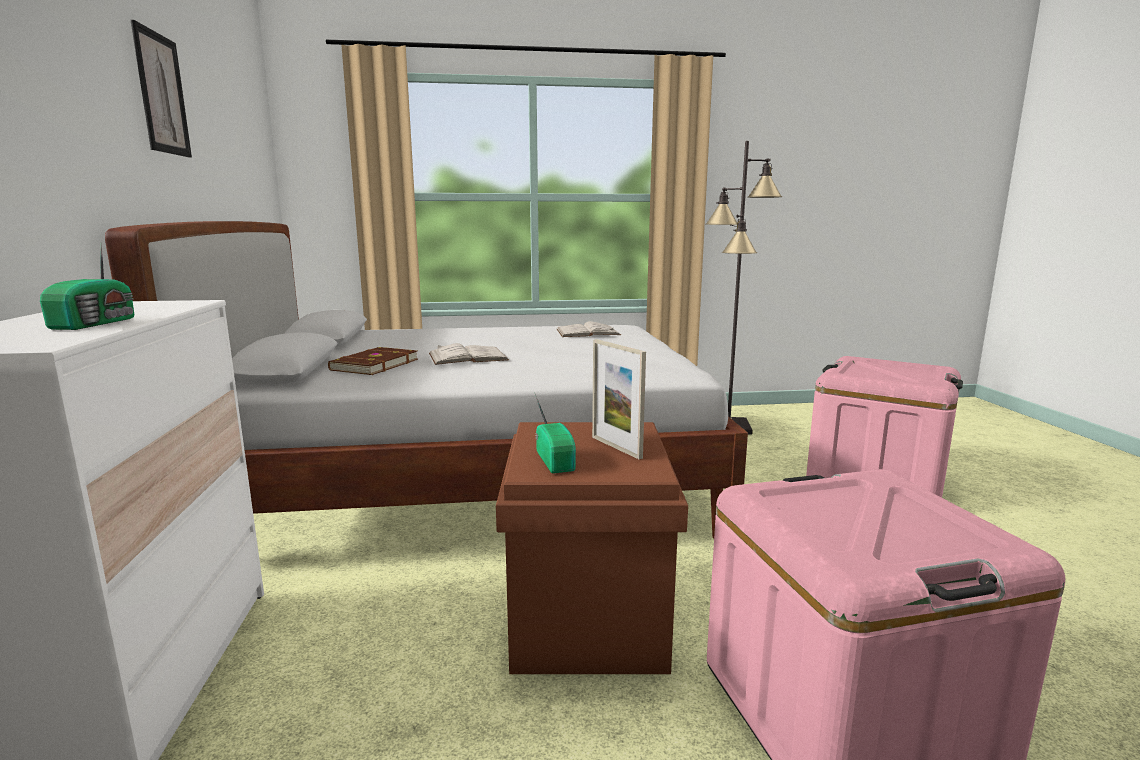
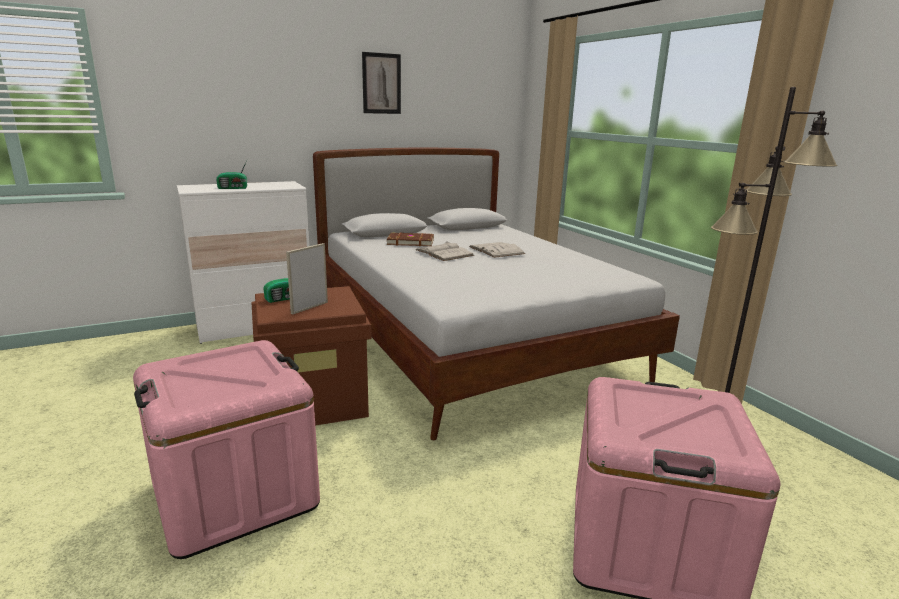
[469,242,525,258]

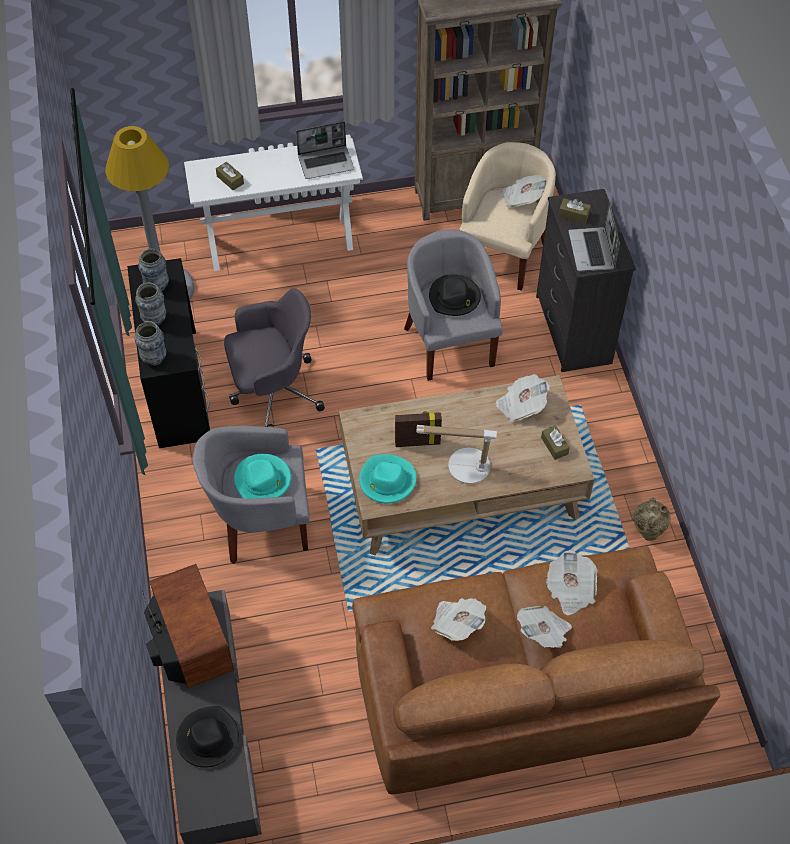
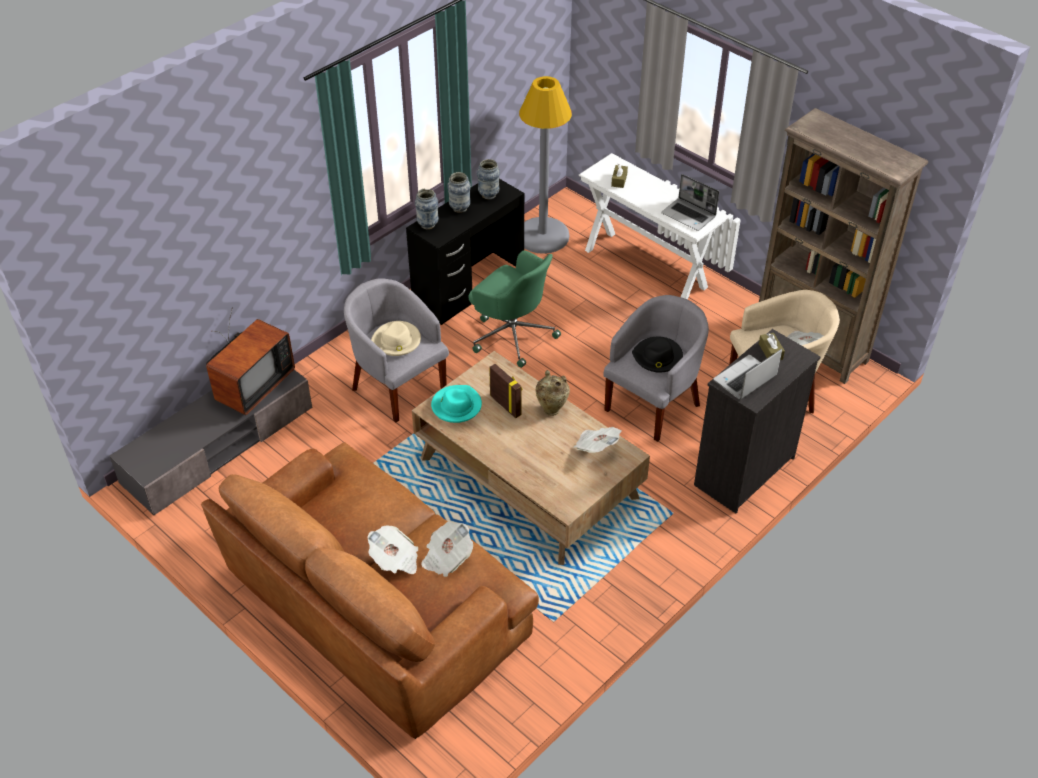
[176,706,239,768] (first image)
[468,250,561,368]
[371,321,421,356]
[416,425,497,484] (first image)
[431,598,487,641] (first image)
[541,426,570,460] (first image)
[536,370,570,416]

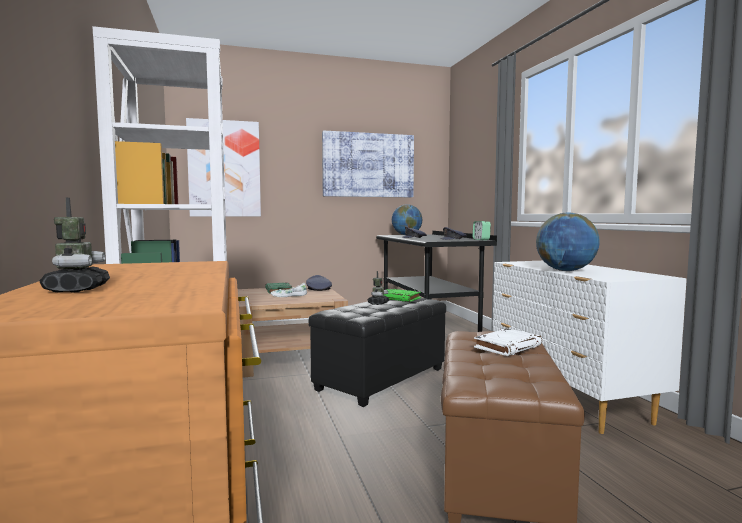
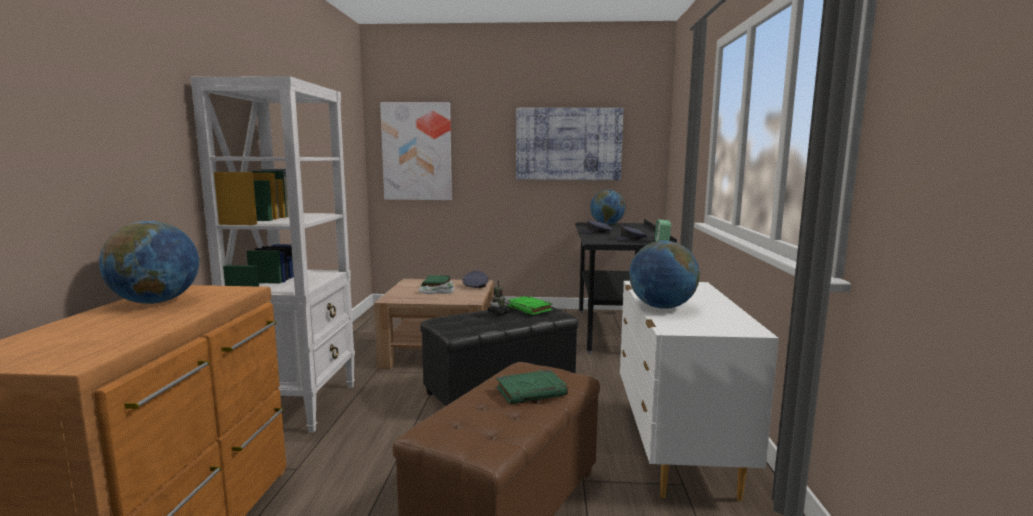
[40,198,110,293] (first image)
[496,370,568,404]
[99,221,199,304]

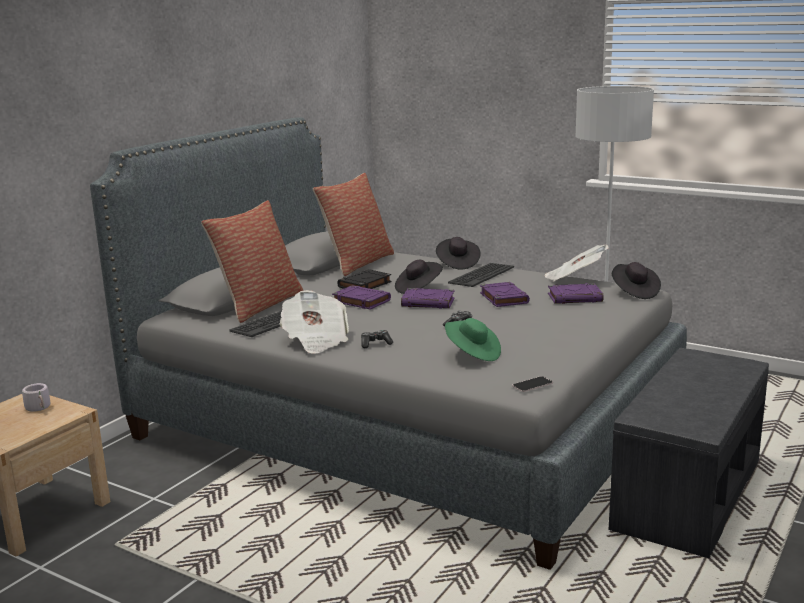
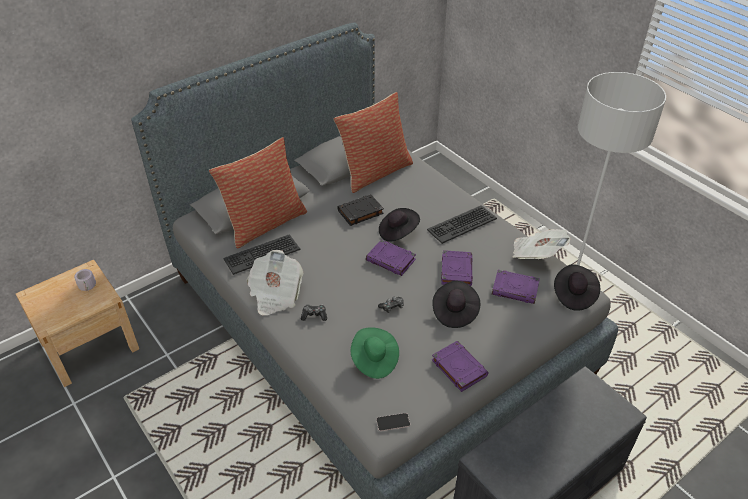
[432,341,489,392]
[432,281,480,328]

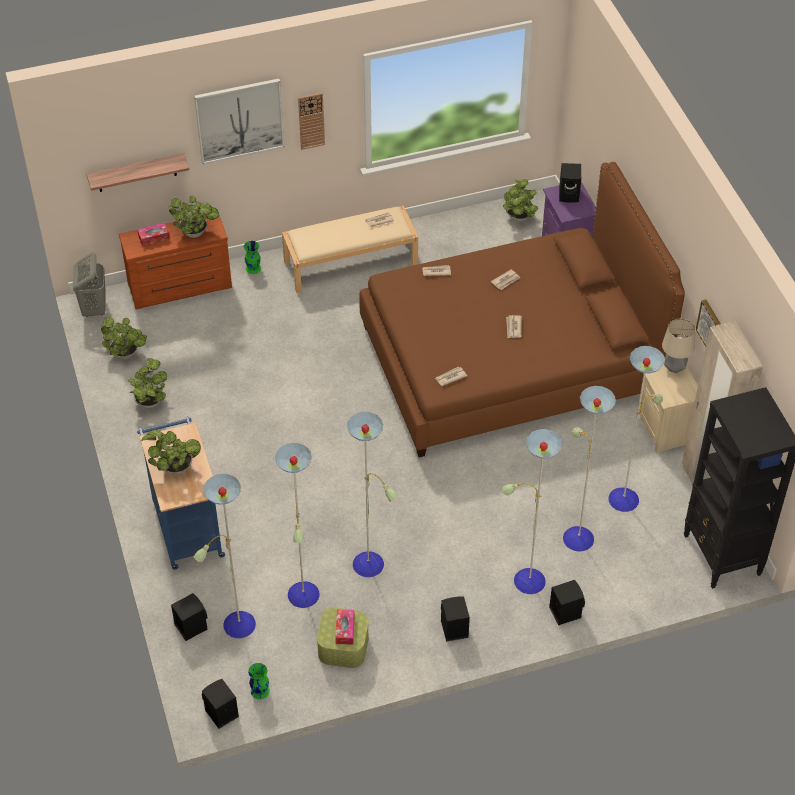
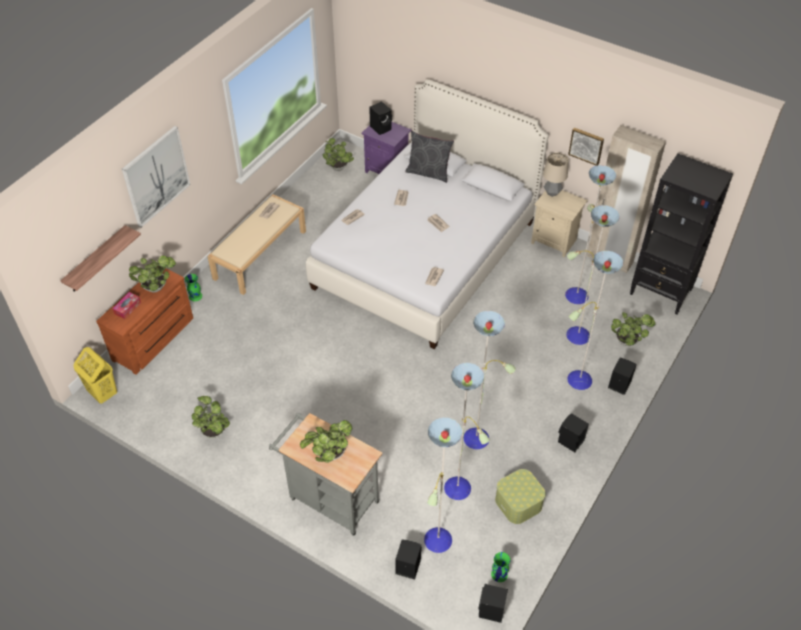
[74,347,117,404]
[611,312,655,346]
[269,413,383,536]
[298,93,325,150] (first image)
[335,610,355,644] (first image)
[306,79,549,349]
[405,131,454,183]

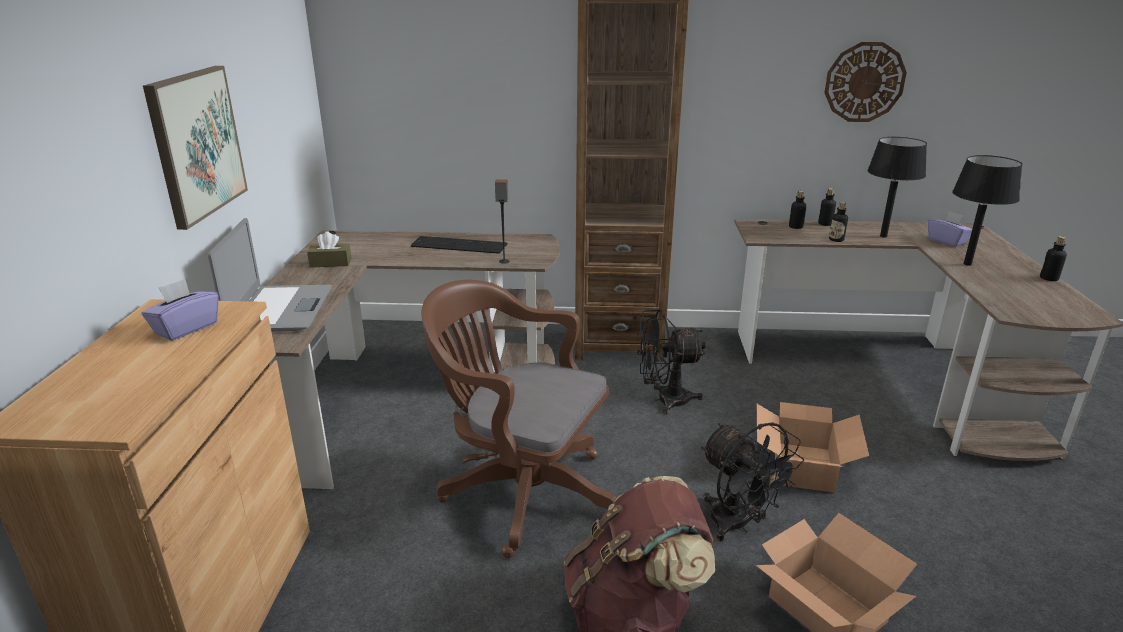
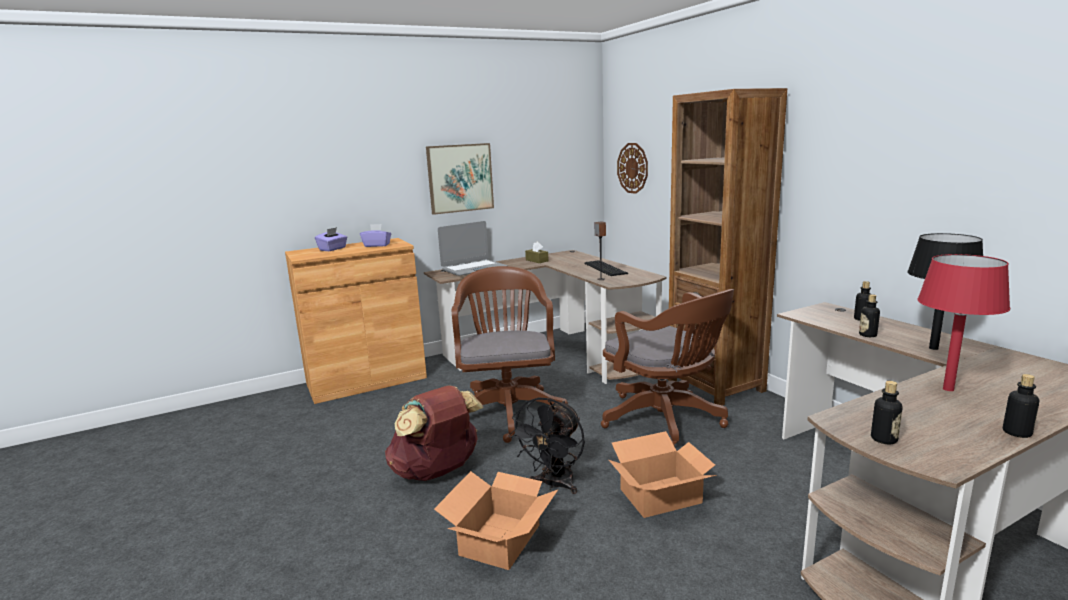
[601,289,734,447]
[871,381,902,444]
[617,143,648,194]
[315,227,347,251]
[918,254,1010,391]

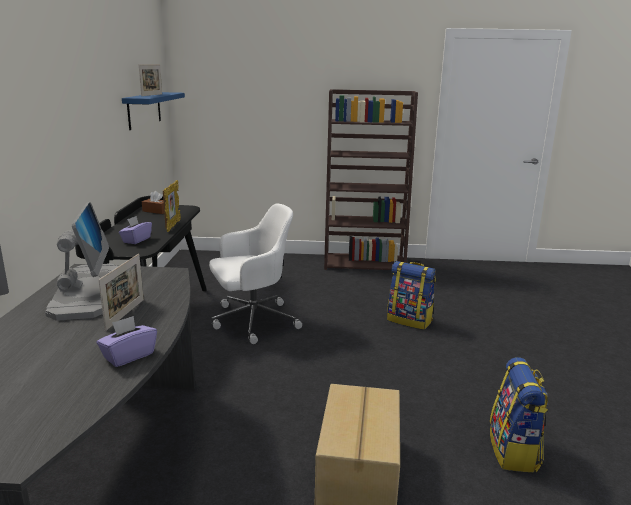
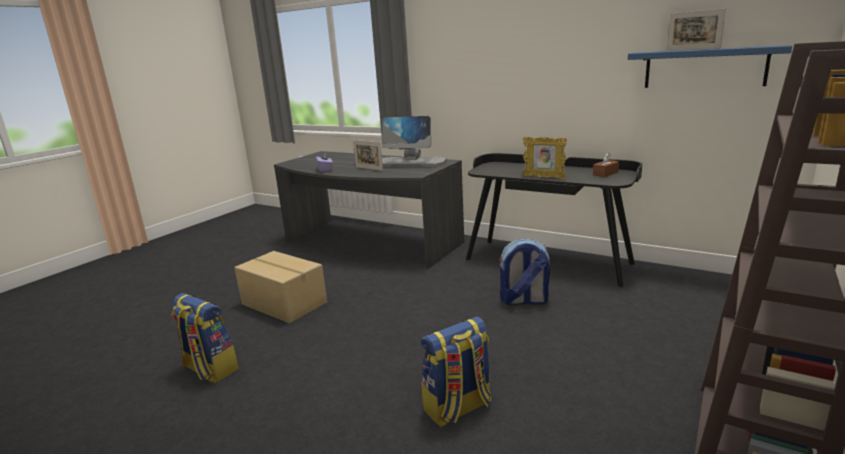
[119,216,152,244] (first image)
[499,238,550,305]

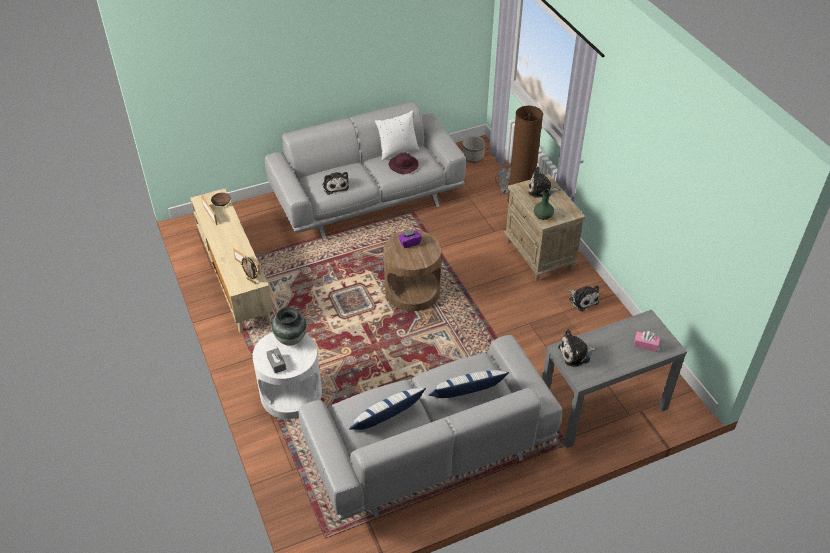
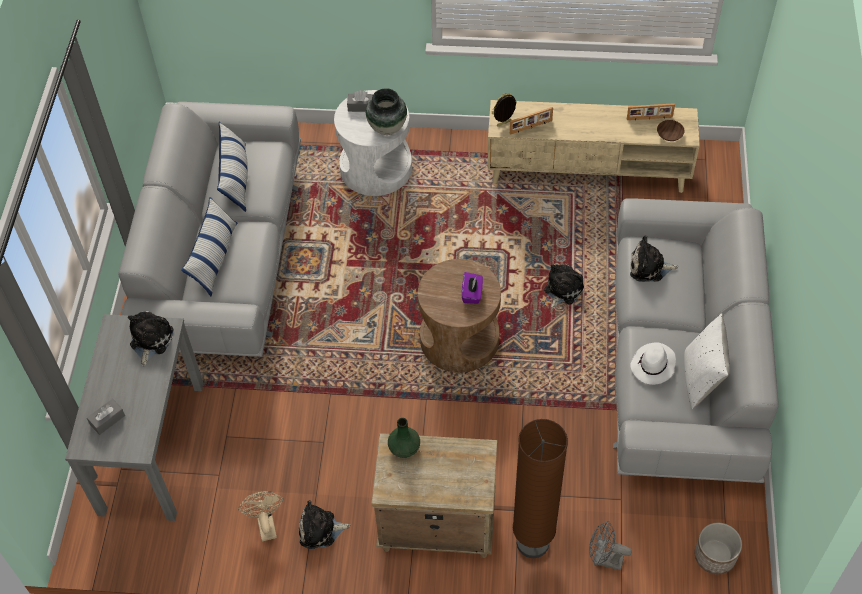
[630,342,676,385]
[544,264,584,309]
[87,399,125,435]
[238,491,283,541]

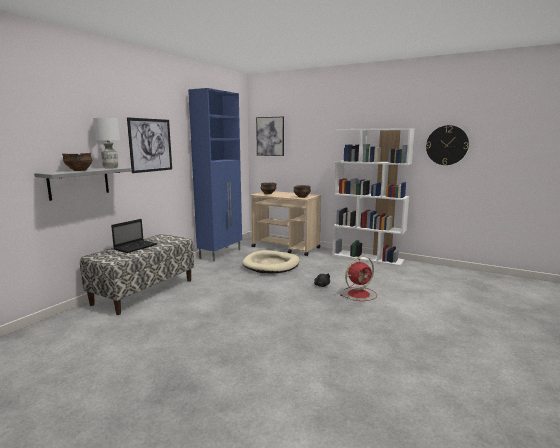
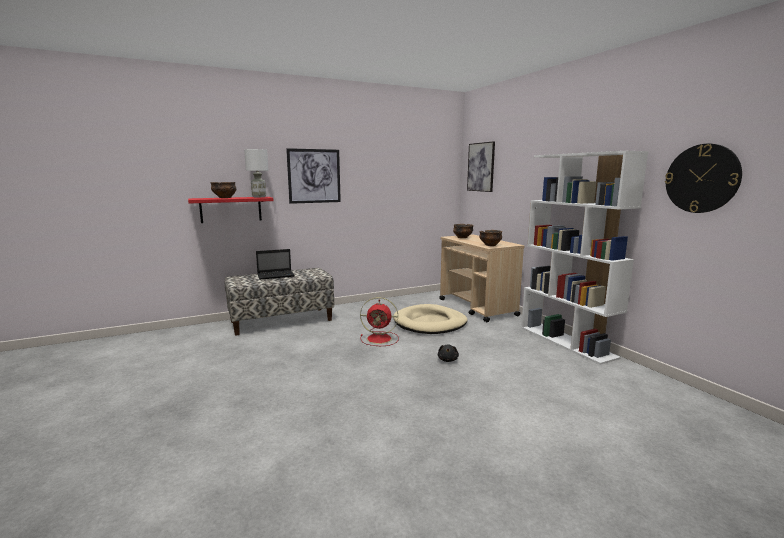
[188,197,273,223]
[188,88,242,262] (first image)
[360,297,399,346]

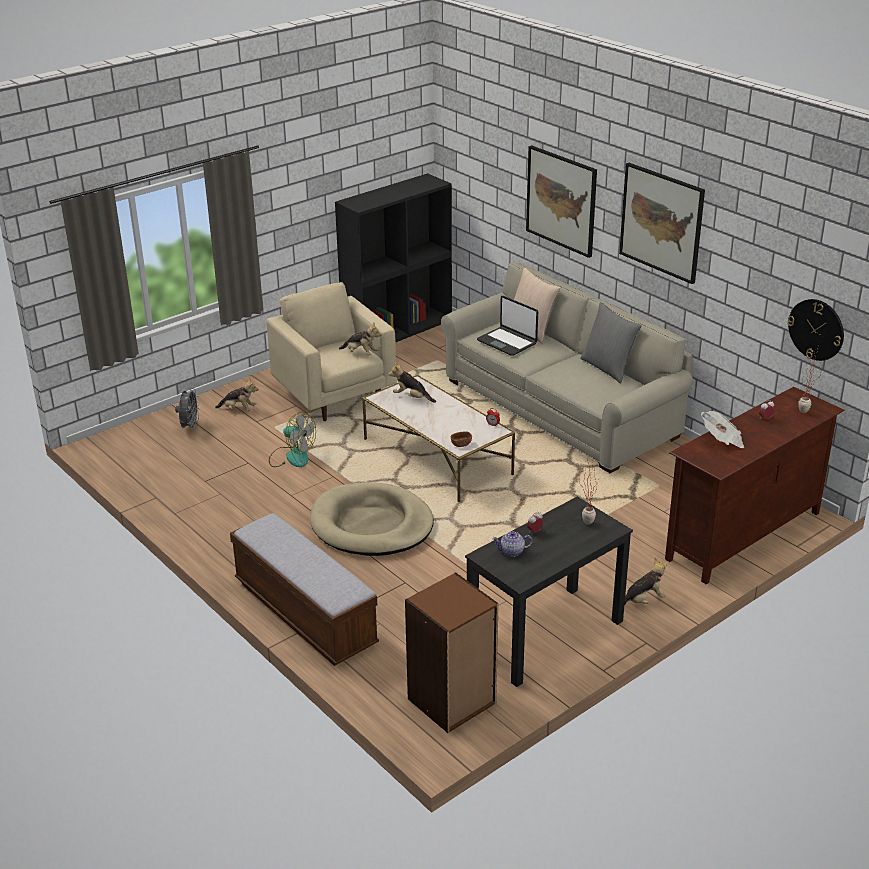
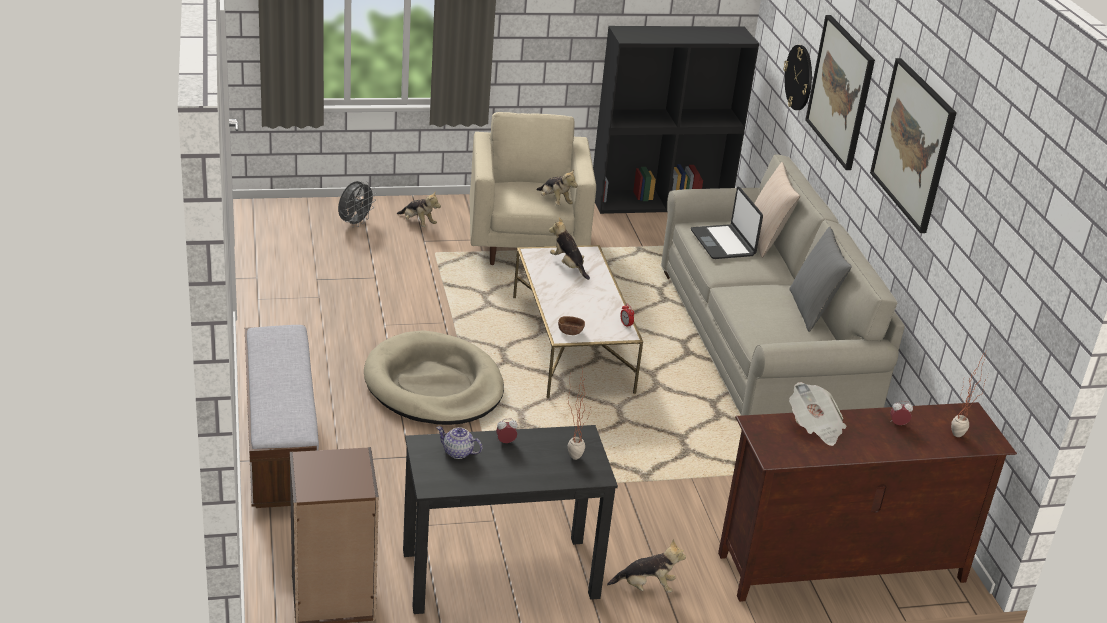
[269,412,316,467] (first image)
[783,45,812,110]

